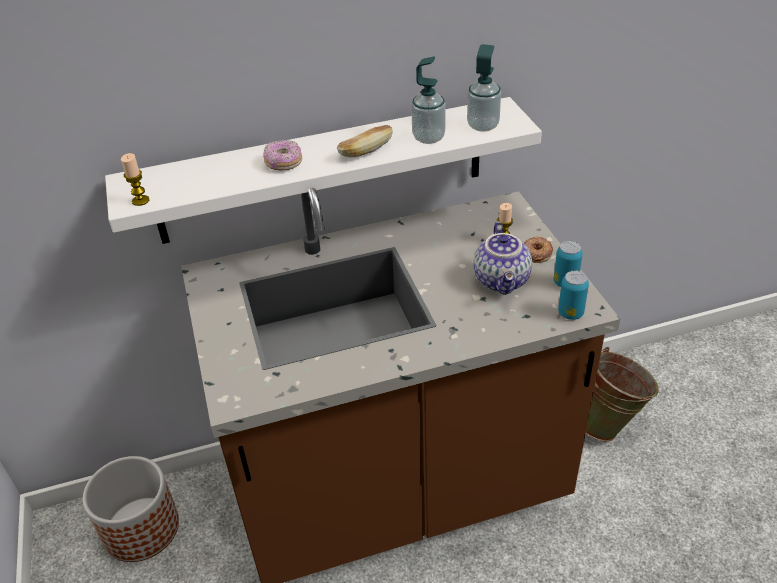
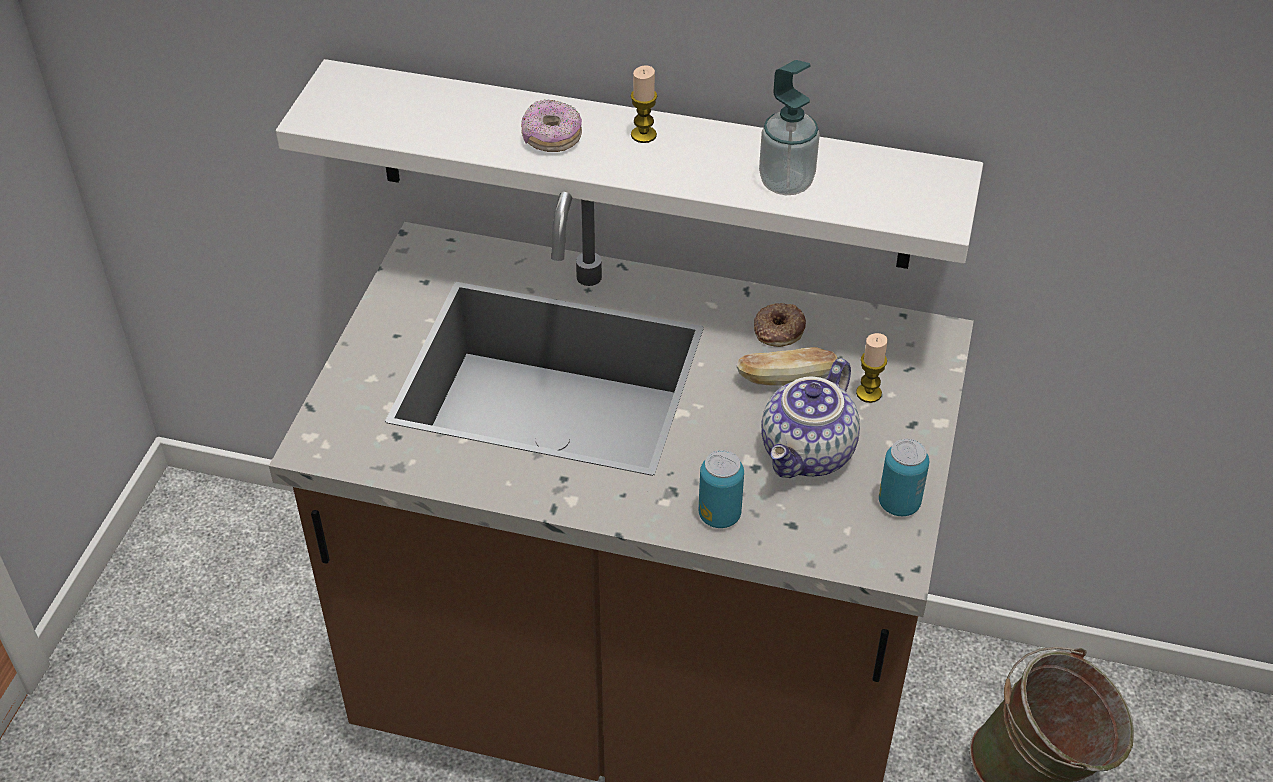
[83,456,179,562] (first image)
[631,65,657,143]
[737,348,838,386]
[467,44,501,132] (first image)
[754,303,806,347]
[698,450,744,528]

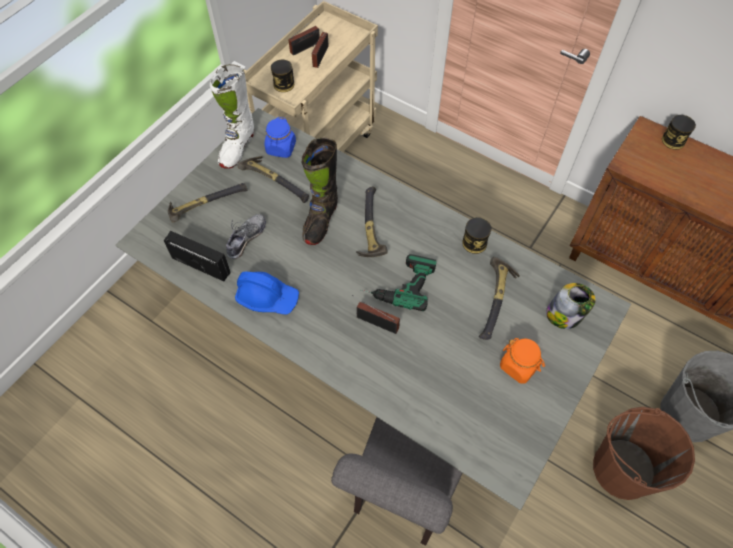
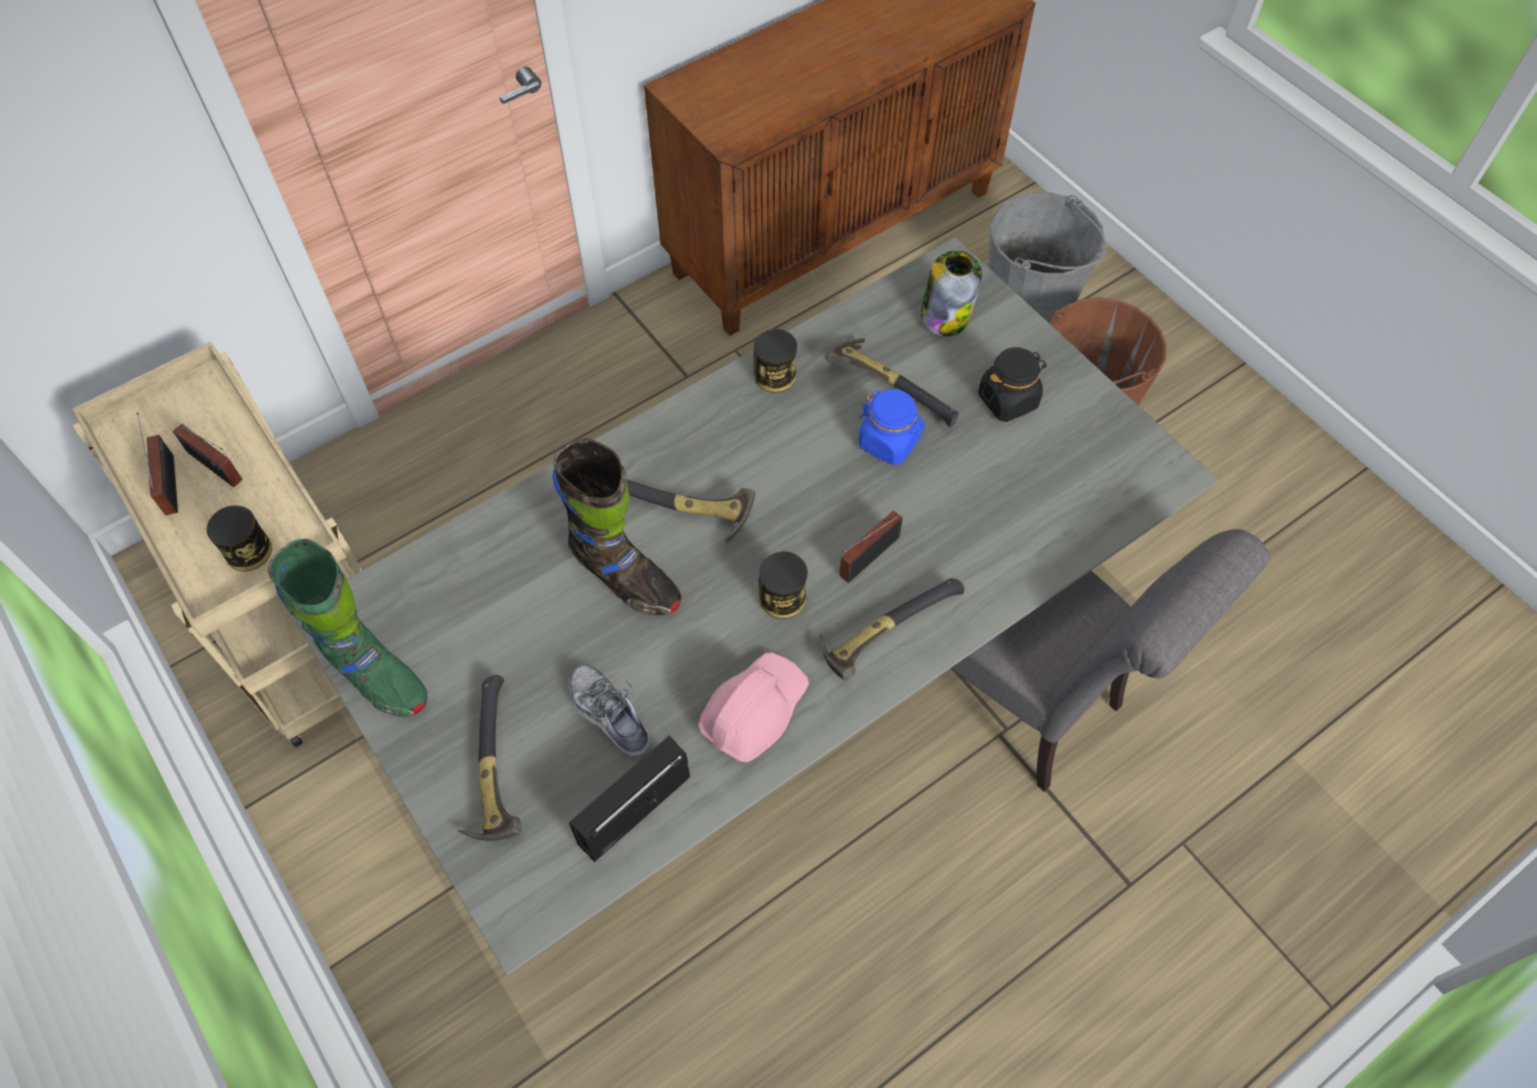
[268,539,427,717]
[698,653,809,762]
[820,578,965,680]
[858,389,926,465]
[360,254,437,311] (first image)
[978,347,1047,422]
[759,551,808,619]

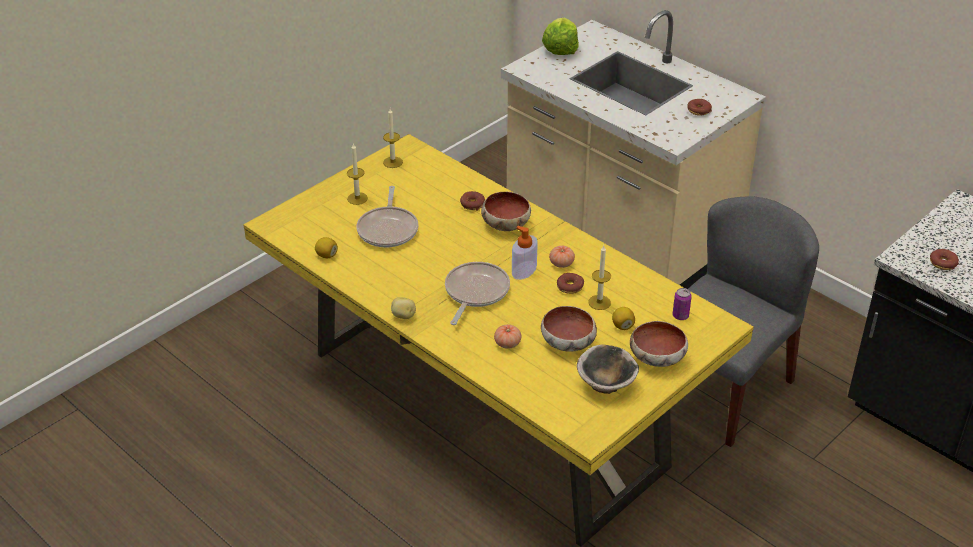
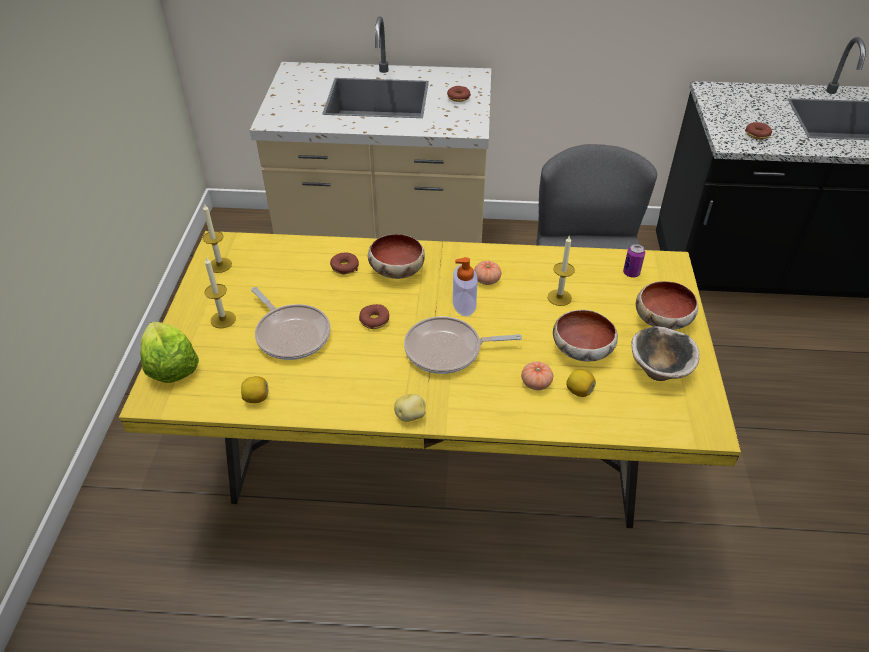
[404,316,522,374]
[140,321,199,383]
[359,304,389,329]
[566,370,596,397]

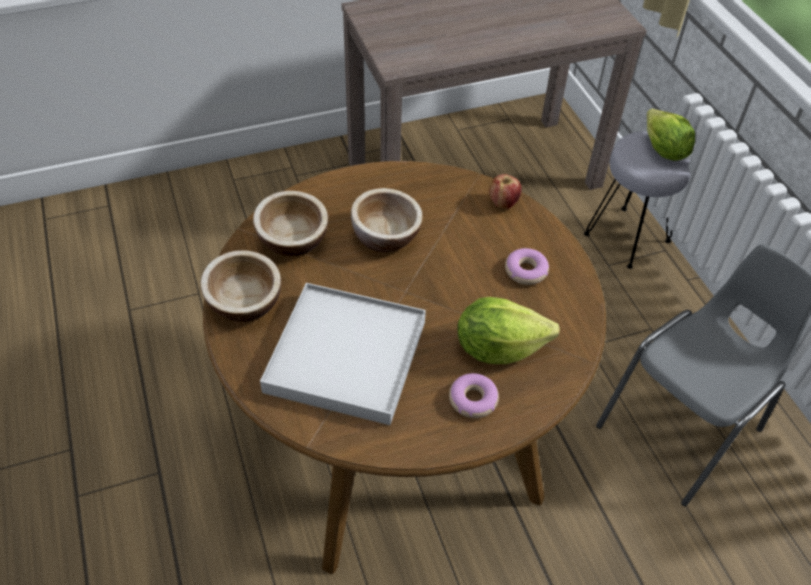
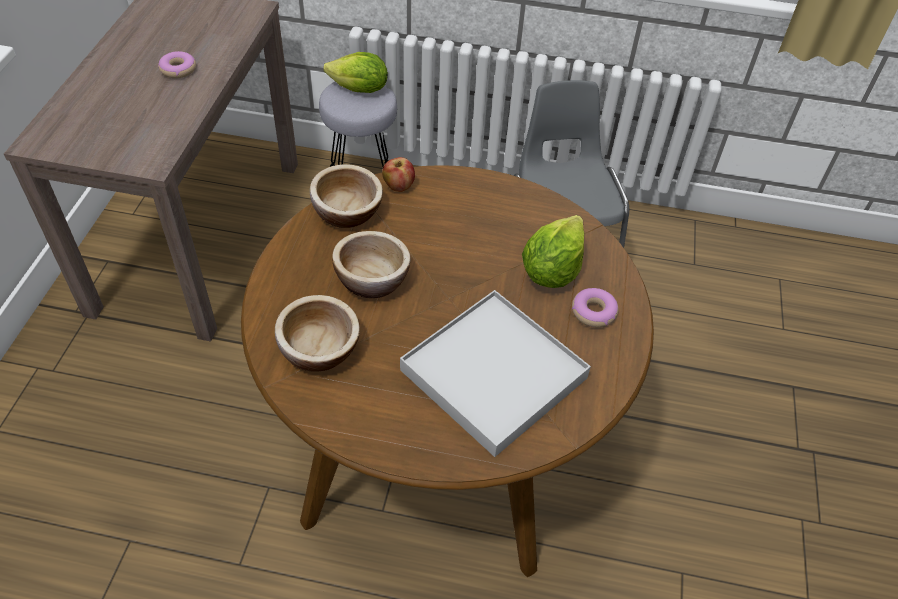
[310,164,383,228]
[158,51,196,78]

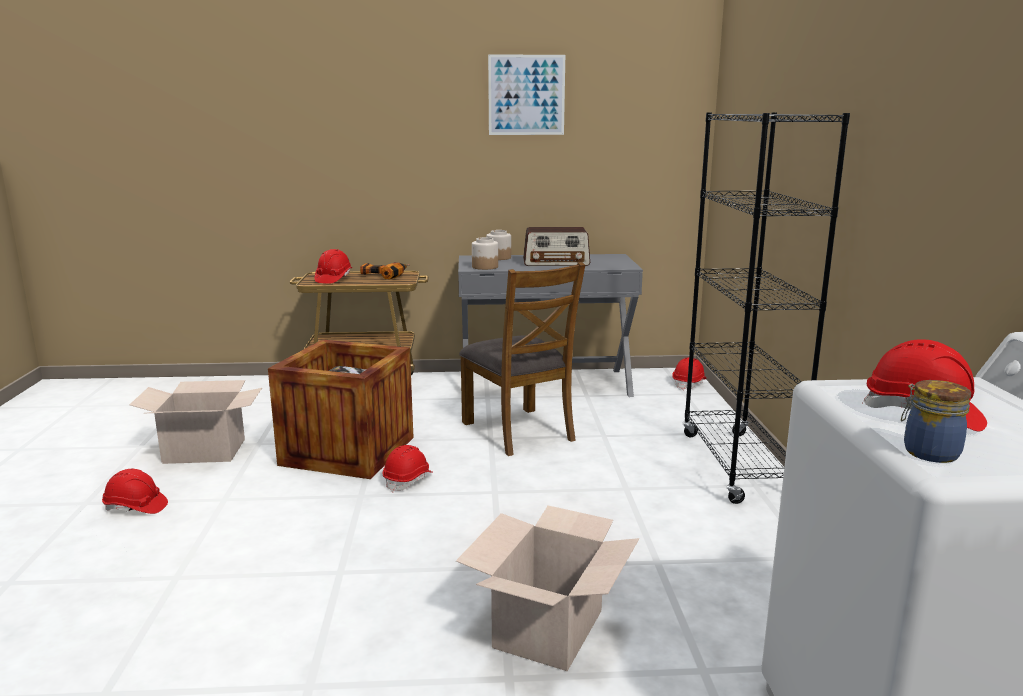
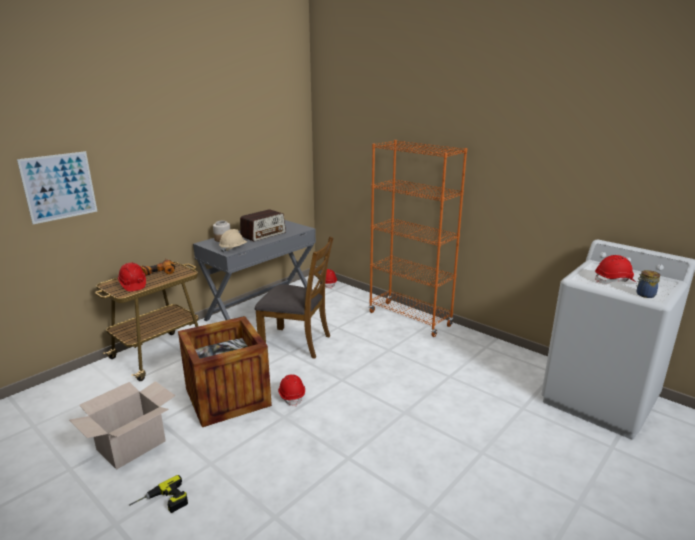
[129,475,188,513]
[456,505,639,671] (first image)
[219,229,247,253]
[17,151,97,224]
[369,140,467,337]

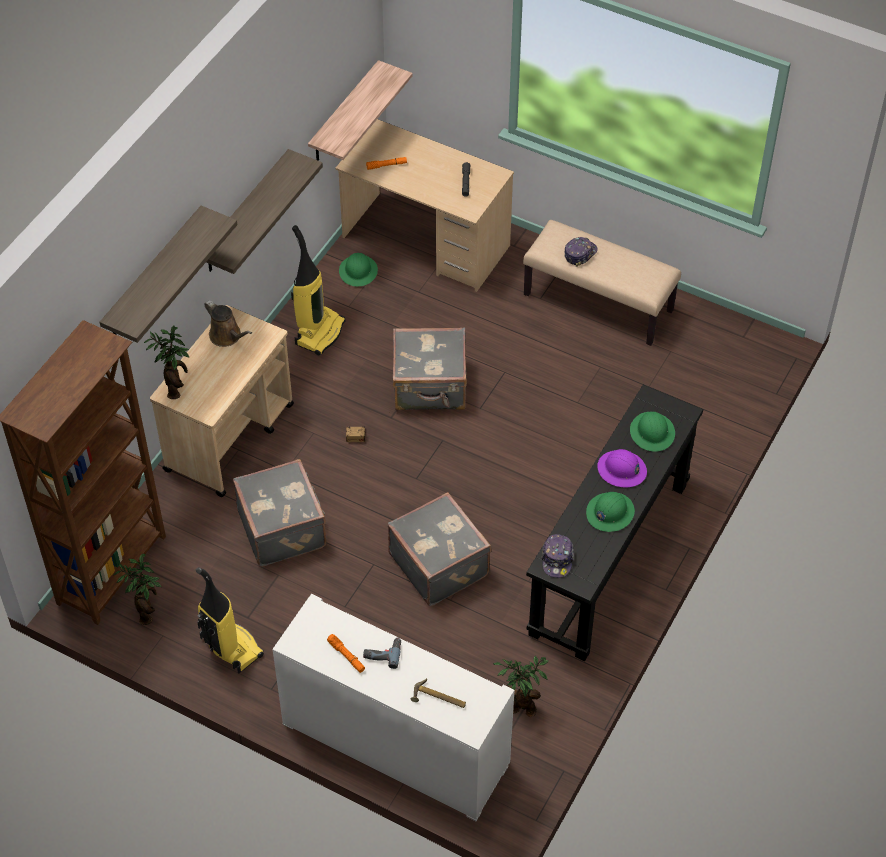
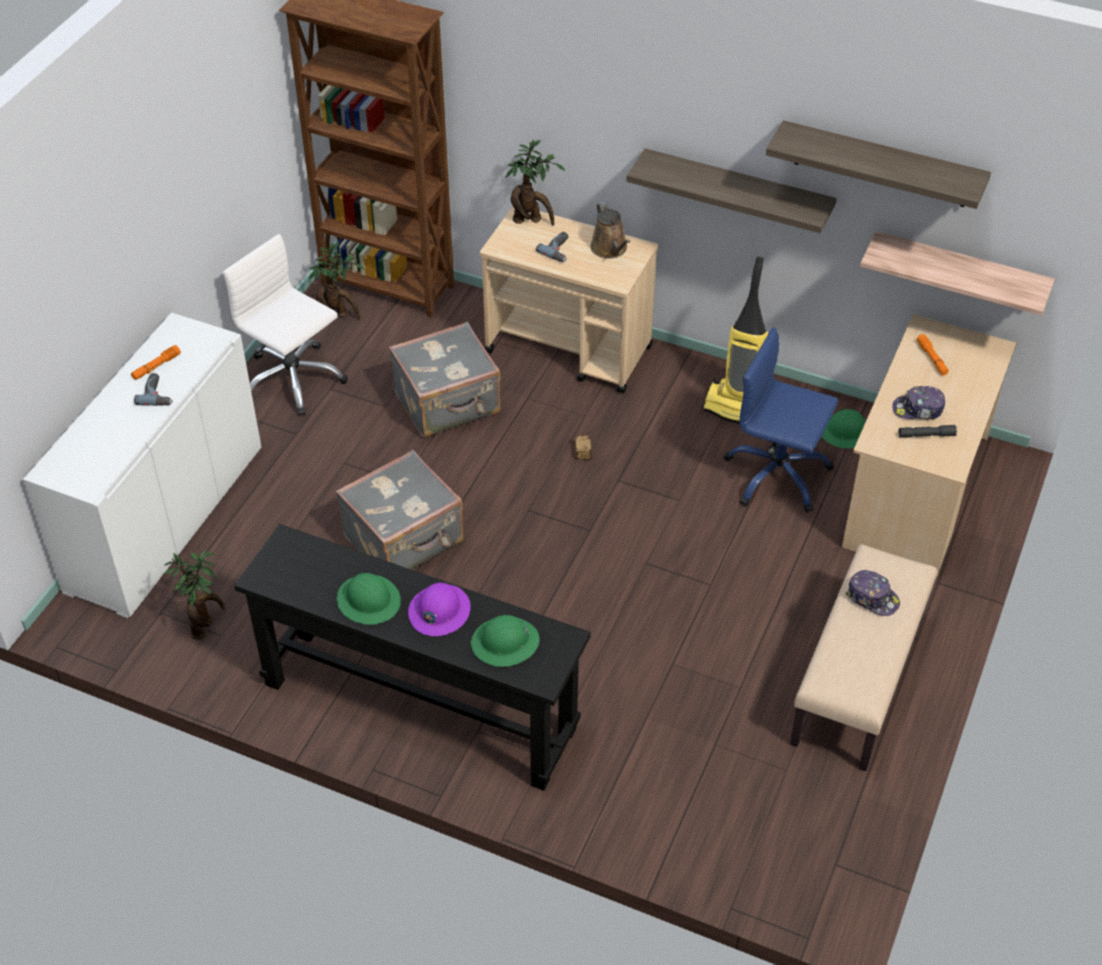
[766,120,991,209]
[223,234,348,416]
[590,202,630,259]
[393,327,467,410] (first image)
[411,678,466,708] (first image)
[893,386,945,420]
[536,232,568,262]
[724,327,838,512]

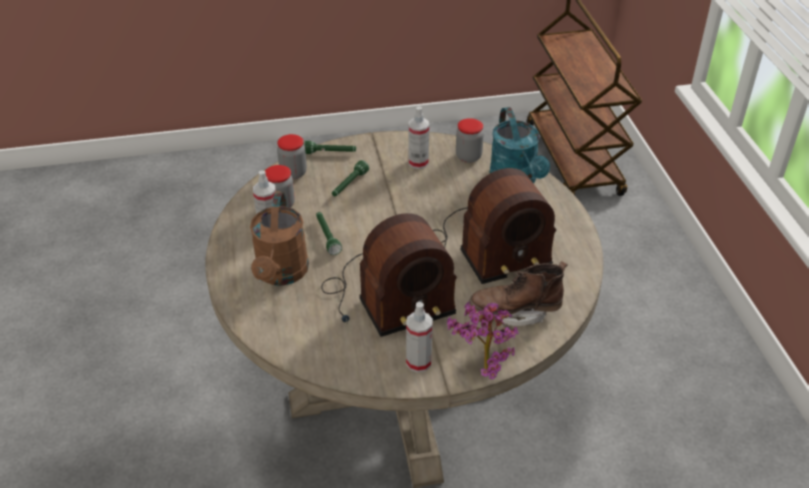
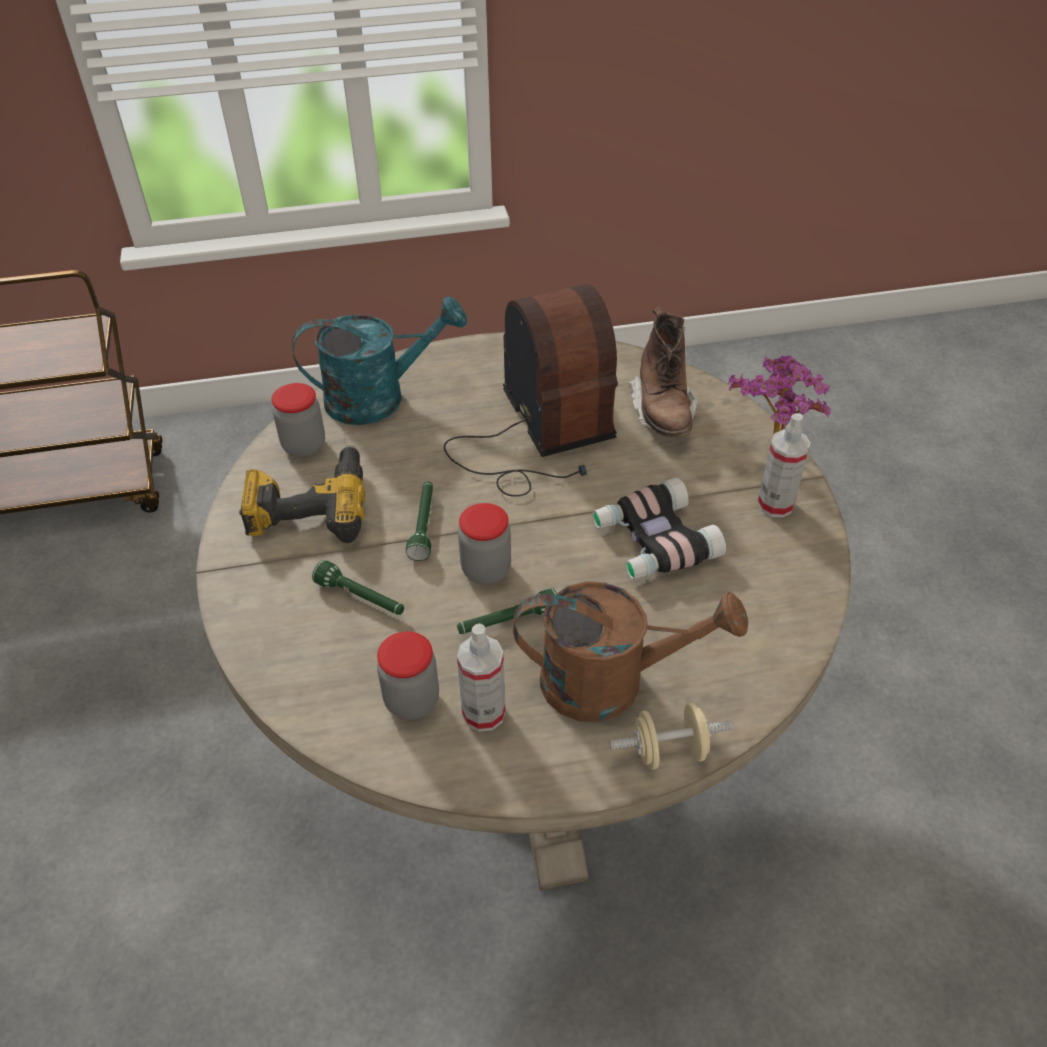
[458,503,511,584]
[406,481,433,561]
[592,477,726,579]
[239,445,365,543]
[610,703,733,770]

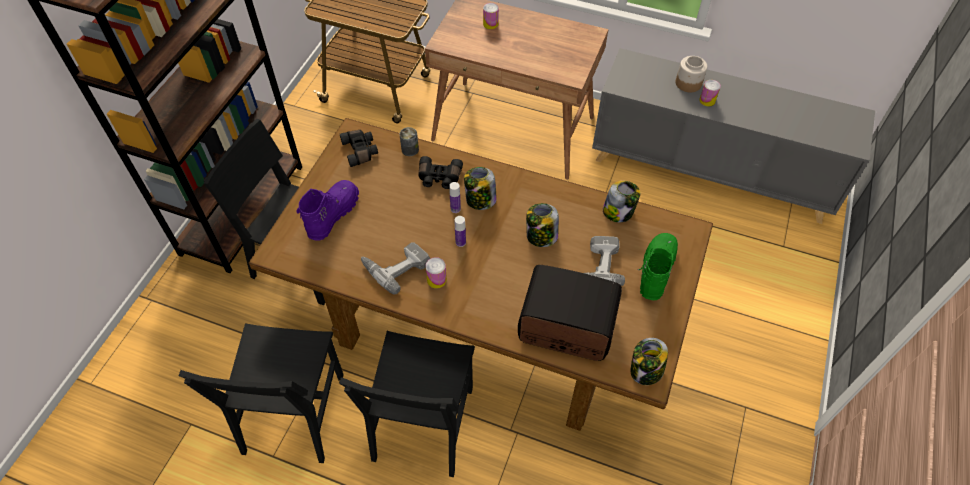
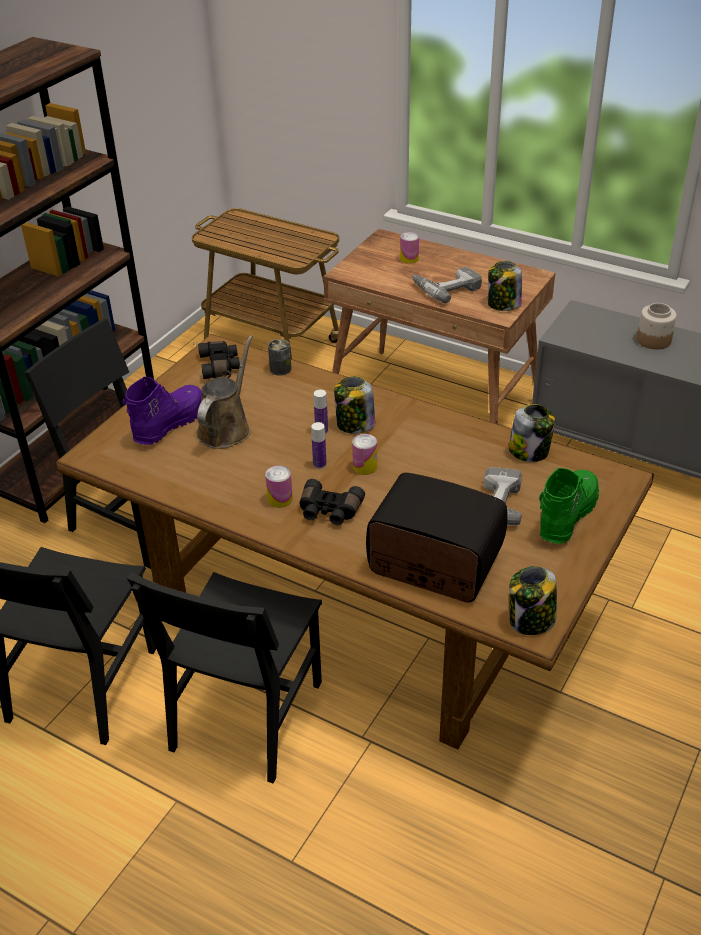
[412,267,482,303]
[300,479,365,525]
[488,261,522,311]
[352,434,377,475]
[197,335,253,449]

